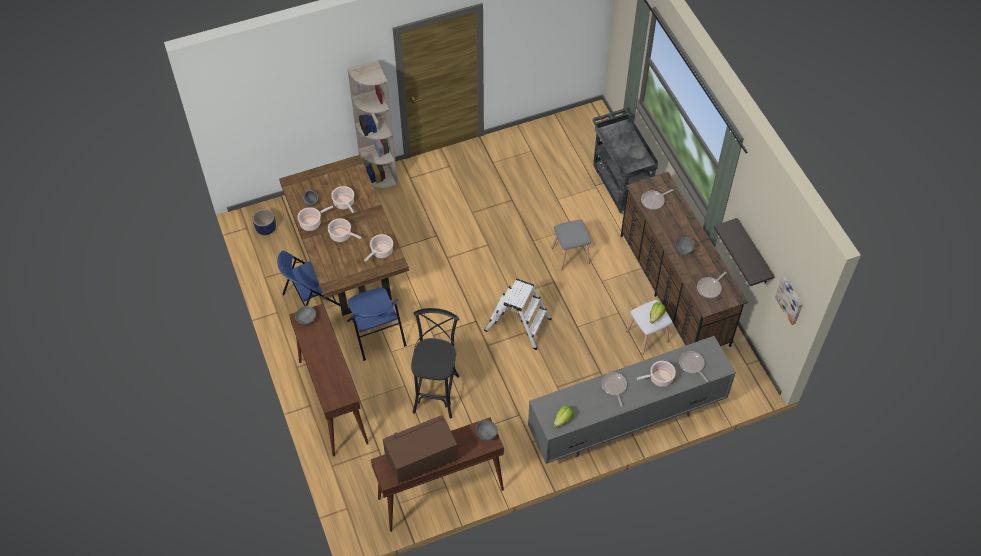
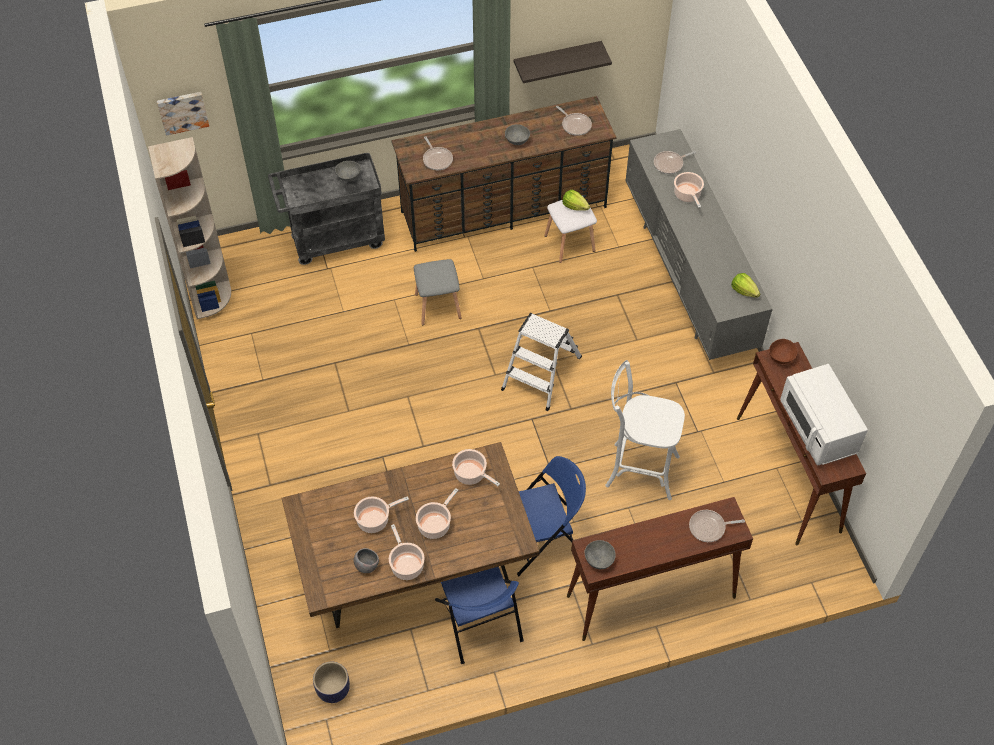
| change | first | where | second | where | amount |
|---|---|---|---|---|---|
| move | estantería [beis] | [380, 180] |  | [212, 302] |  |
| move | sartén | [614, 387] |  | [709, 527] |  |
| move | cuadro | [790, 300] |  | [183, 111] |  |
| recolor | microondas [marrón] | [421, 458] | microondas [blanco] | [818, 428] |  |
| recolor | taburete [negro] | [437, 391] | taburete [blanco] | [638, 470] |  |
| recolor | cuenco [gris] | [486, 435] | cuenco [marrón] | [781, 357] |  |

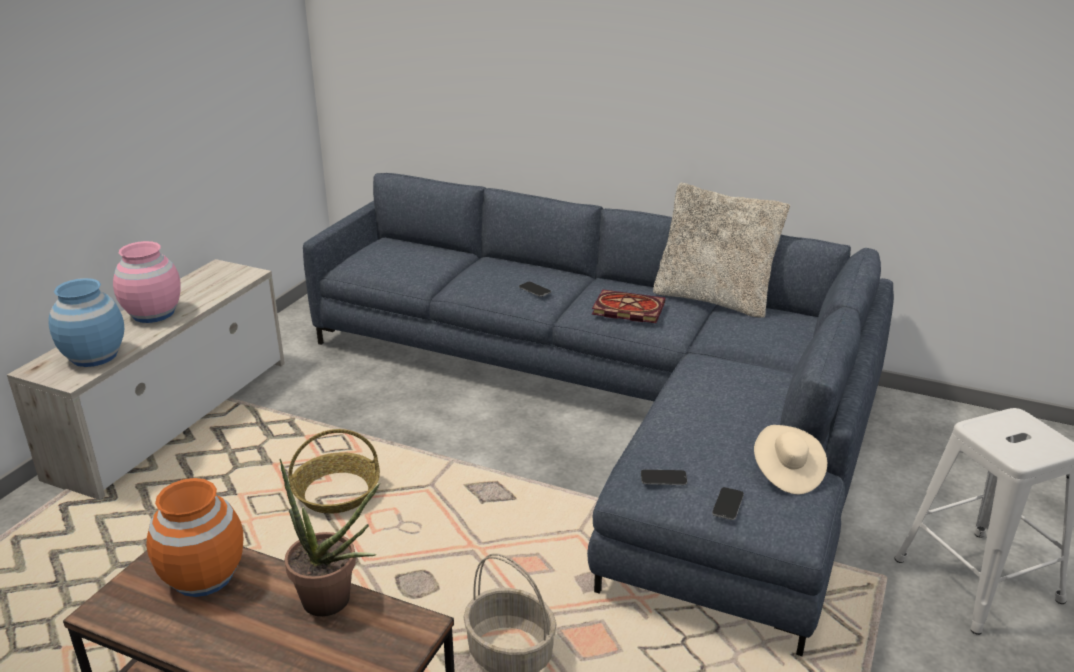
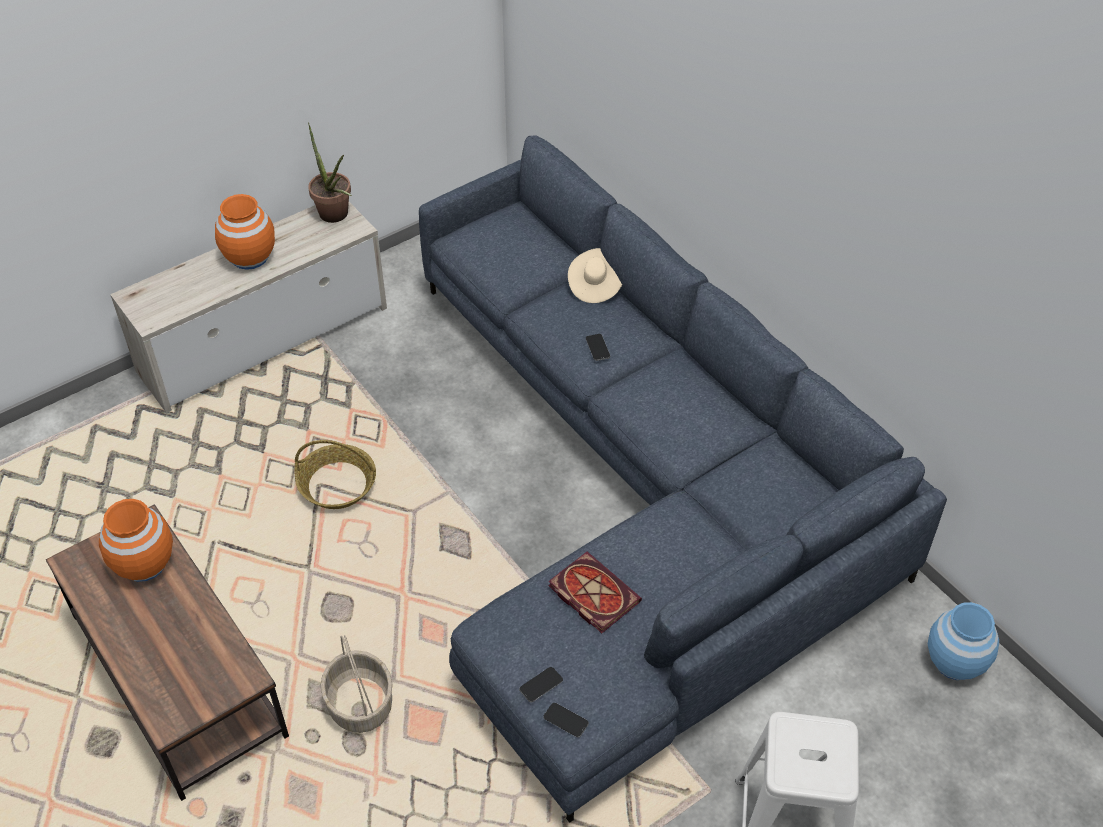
| change | first | where | second | where | amount |
|---|---|---|---|---|---|
| delete | cojín [beis] | [715, 296] |  |  |  |
| move | florero [azul] | [94, 356] |  | [955, 661] |  |
| move | planta en maceta | [335, 604] |  | [336, 217] |  |
| move | libro | [626, 309] |  | [591, 593] |  |
| move | móvil | [663, 478] |  | [566, 720] |  |
| move | sombrero [beis] | [786, 473] |  | [595, 285] |  |
| recolor | florero [rosa] | [153, 313] | florero [naranja] | [249, 257] |  |

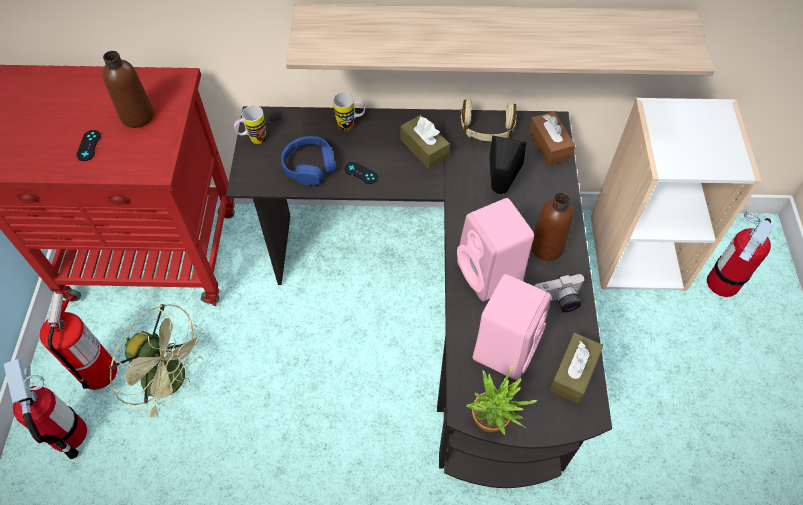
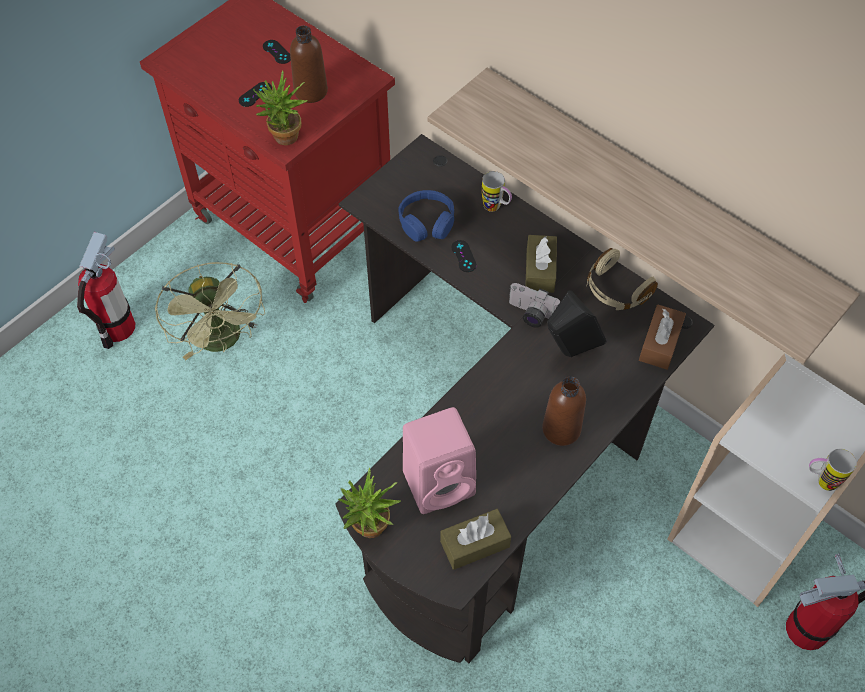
| change | first | where | second | where | amount |
|---|---|---|---|---|---|
| delete | extintor | [98, 372] |  |  |  |
| delete | altavoz [rosa] | [491, 275] |  |  |  |
| insert |  |  | planta en maceta | [285, 140] |  |
| insert |  |  | mando de consola [negro] | [277, 52] |  |
| move | taza grande | [253, 140] |  | [820, 481] |  |
| move | cámara | [557, 302] |  | [530, 314] |  |

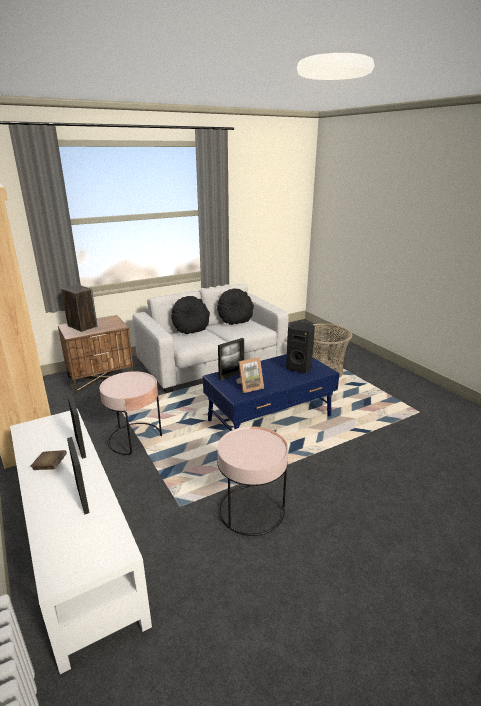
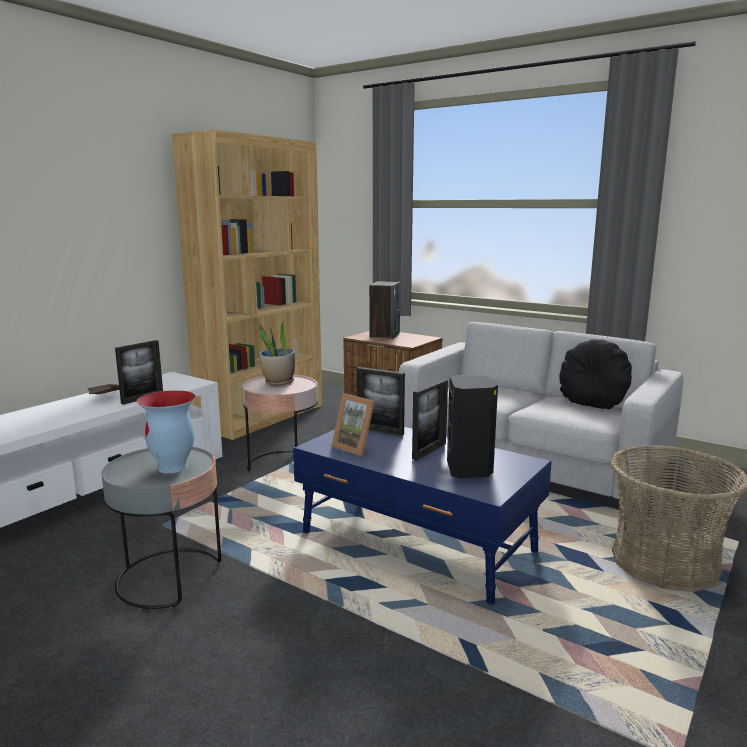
| change | first | where | second | where | amount |
|---|---|---|---|---|---|
| delete | cojín [negro] | [191, 331] |  |  |  |
| insert |  |  | florero | [173, 467] |  |
| insert |  |  | planta en maceta | [278, 382] |  |
| move | portarretratos | [82, 498] |  | [429, 451] |  |
| recolor | mesa auxiliar [rosa] | [251, 510] | mesa auxiliar [gris] | [170, 577] |  |

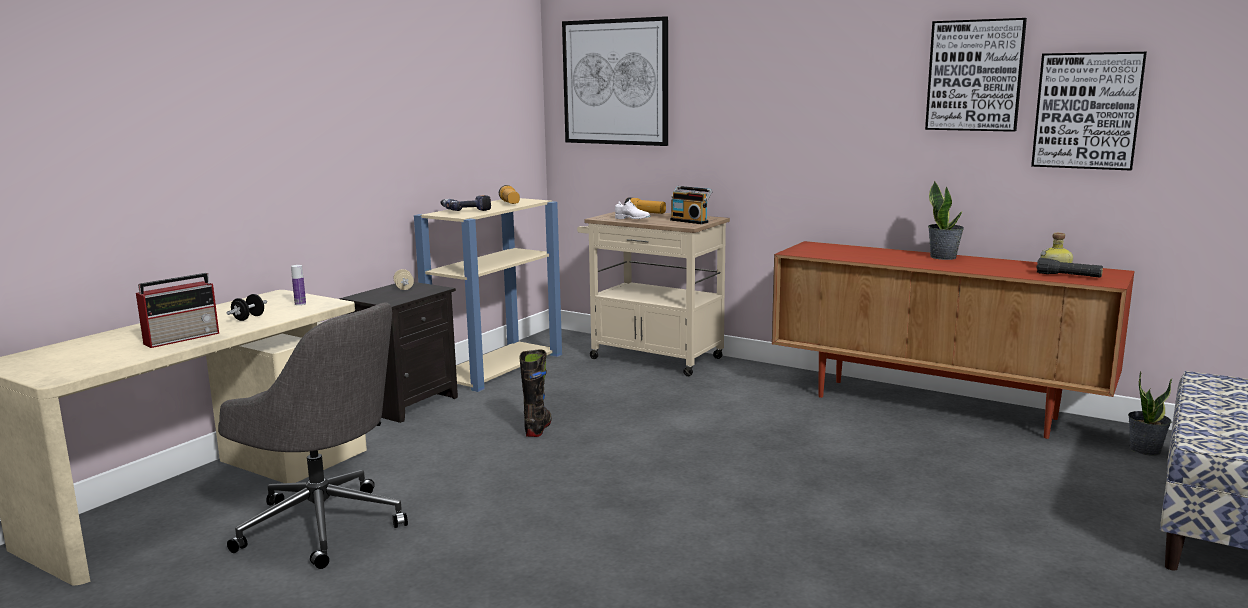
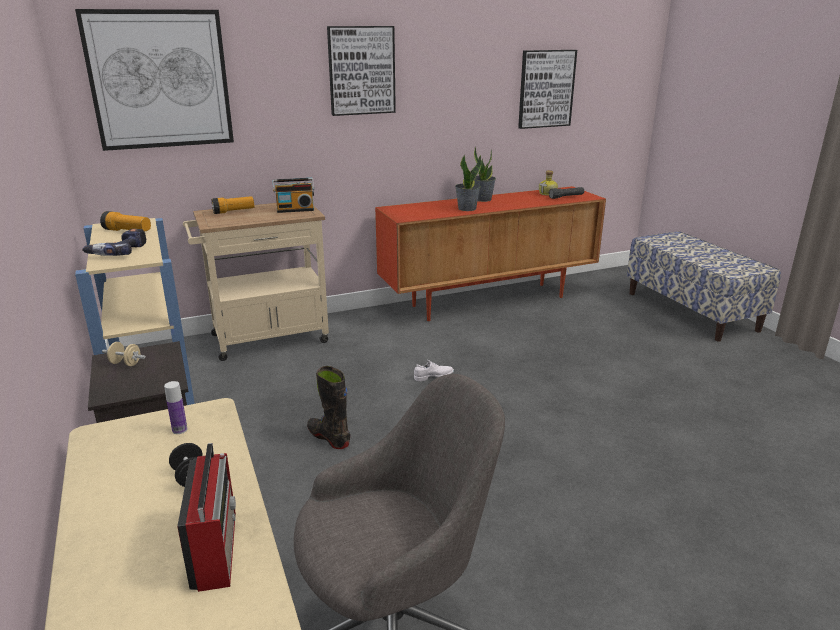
| change | first | where | second | where | amount |
|---|---|---|---|---|---|
| move | zapato [blanco] | [632, 219] |  | [433, 376] |  |
| move | cuadro | [974, 75] |  | [361, 70] |  |
| move | planta en maceta | [1145, 449] |  | [466, 208] |  |

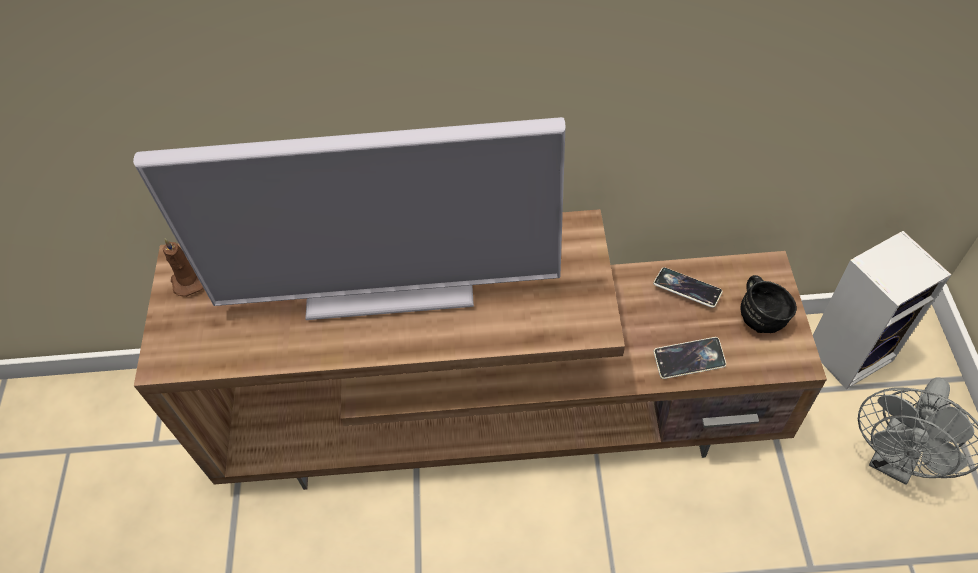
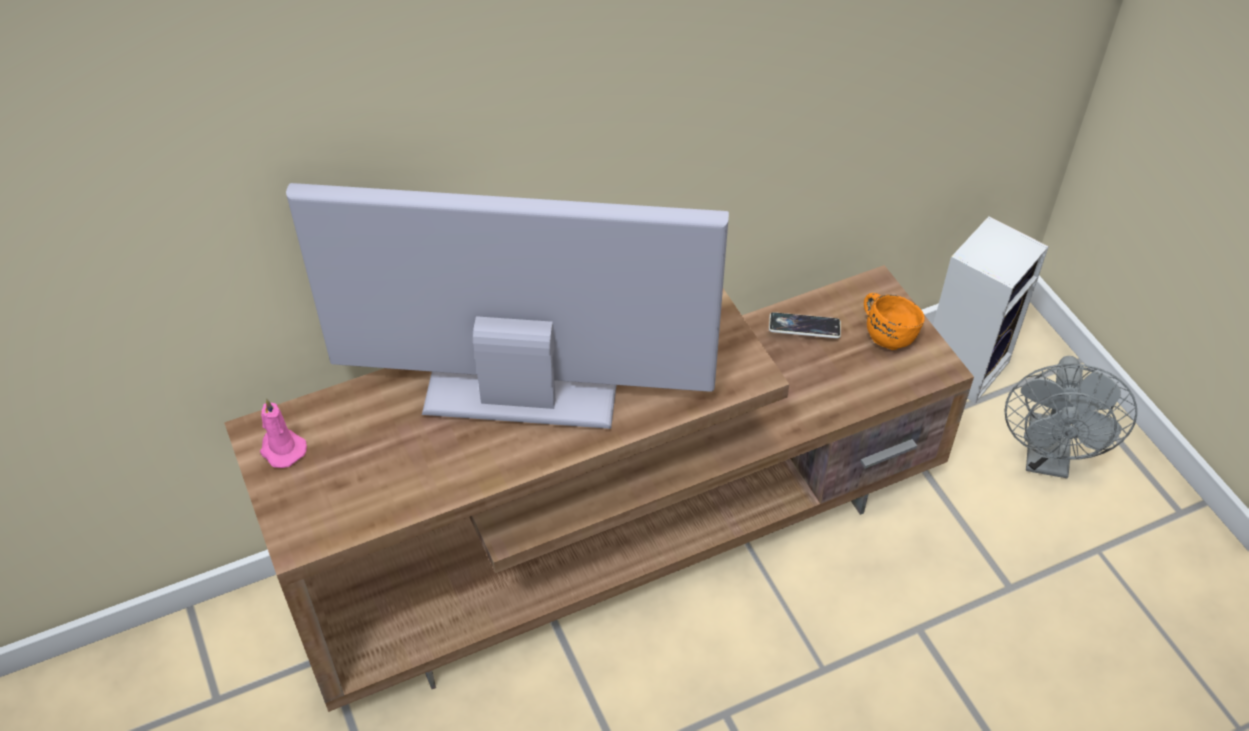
| change | first | where | second | where | amount |
|---|---|---|---|---|---|
| delete | móvil | [689, 360] |  |  |  |
| recolor | vela [marrón] | [189, 279] | vela [rosa] | [282, 449] |  |
| recolor | taza grande [negro] | [761, 314] | taza grande [naranja] | [887, 333] |  |
| rotate | televisor | [389, 288] |  | [520, 394] | 150 degrees counterclockwise |

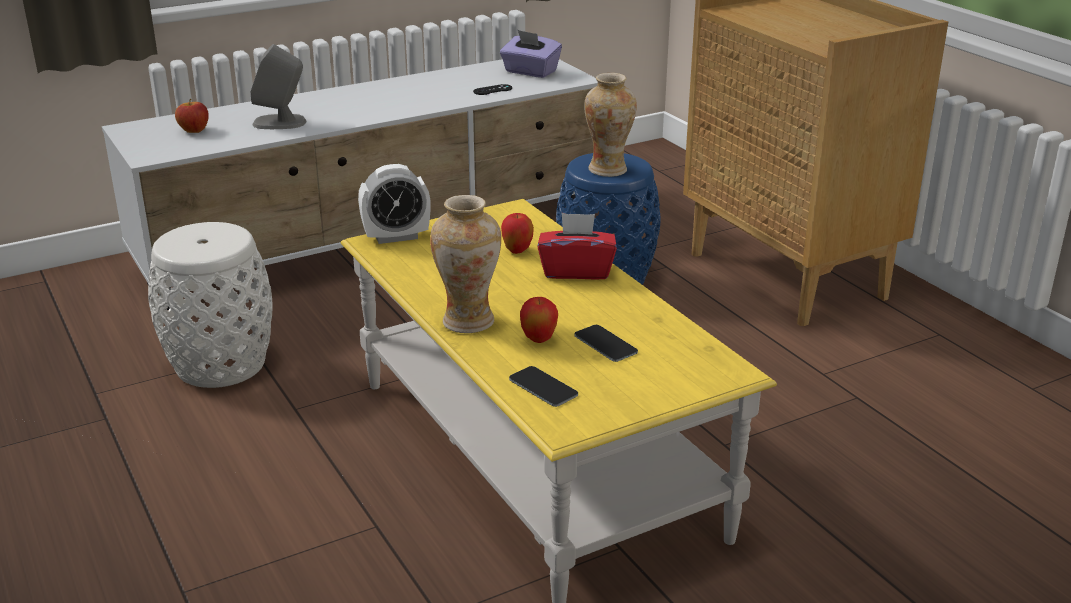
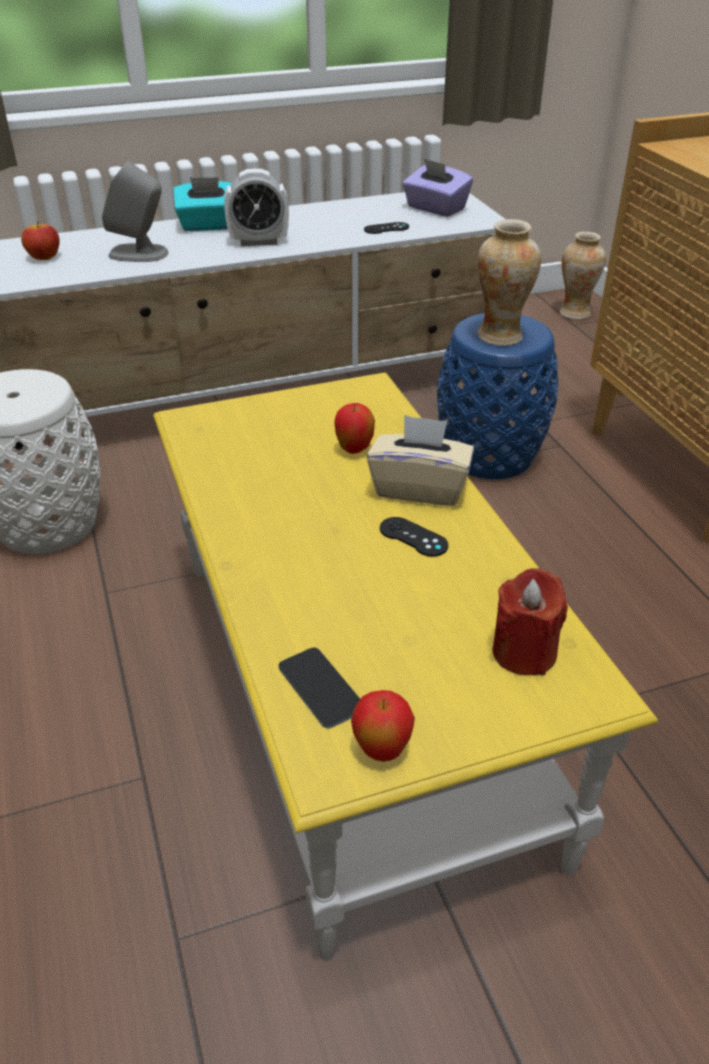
| change | first | where | second | where | amount |
|---|---|---|---|---|---|
| delete | móvil | [605, 344] |  |  |  |
| insert |  |  | caja de pañuelos [turquesa] | [209, 226] |  |
| insert |  |  | mando de consola [negro] | [413, 537] |  |
| insert |  |  | vela [rojo] | [524, 652] |  |
| move | despertador | [396, 237] |  | [258, 242] |  |
| move | florero | [468, 321] |  | [575, 313] |  |
| move | manzana | [539, 340] |  | [382, 750] |  |
| recolor | caja de pañuelos [rojo] | [576, 271] | caja de pañuelos [beis] | [419, 488] |  |

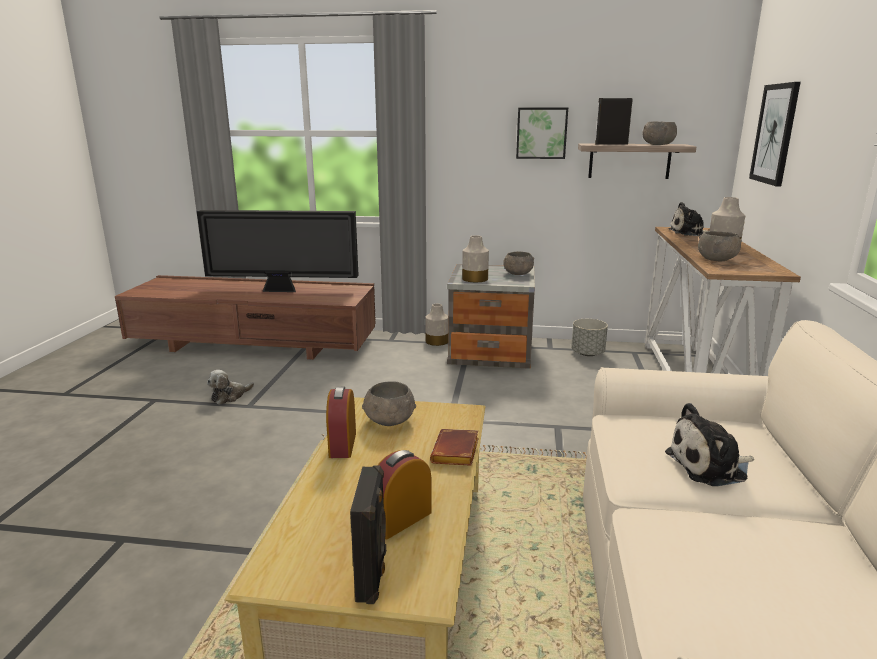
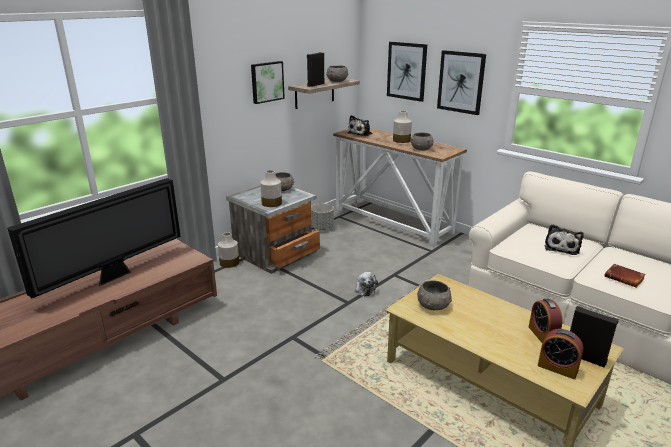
| change | first | where | second | where | amount |
|---|---|---|---|---|---|
| insert |  |  | cuadro | [461, 82] |  |
| move | peluche | [229, 396] |  | [364, 289] |  |
| move | despertador | [342, 444] |  | [557, 368] |  |
| move | libro [marrón] | [456, 453] |  | [625, 278] |  |

